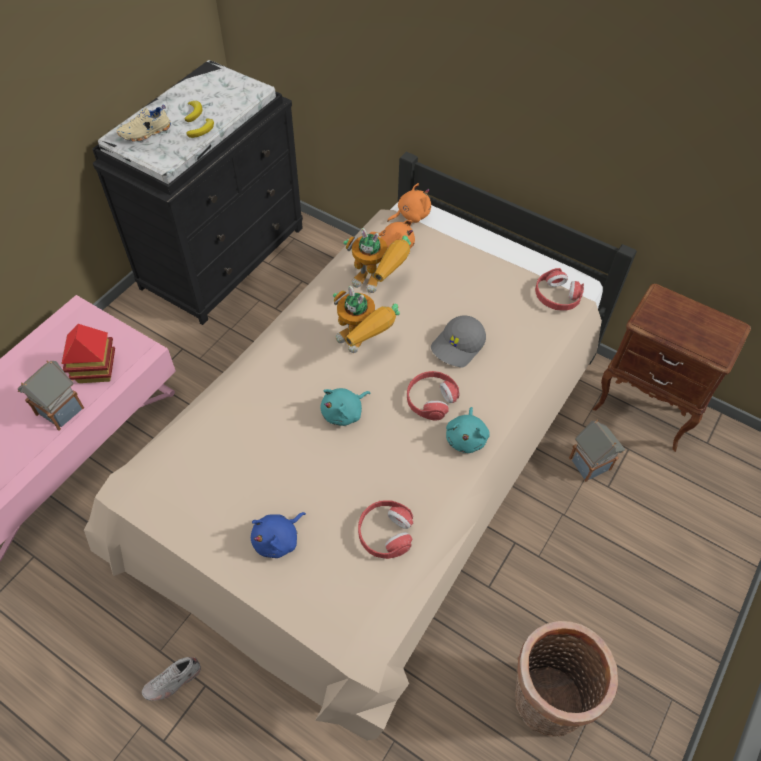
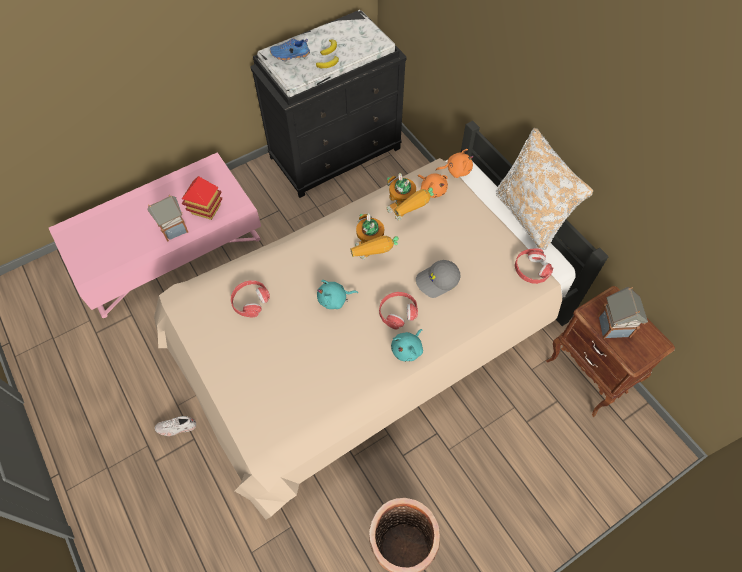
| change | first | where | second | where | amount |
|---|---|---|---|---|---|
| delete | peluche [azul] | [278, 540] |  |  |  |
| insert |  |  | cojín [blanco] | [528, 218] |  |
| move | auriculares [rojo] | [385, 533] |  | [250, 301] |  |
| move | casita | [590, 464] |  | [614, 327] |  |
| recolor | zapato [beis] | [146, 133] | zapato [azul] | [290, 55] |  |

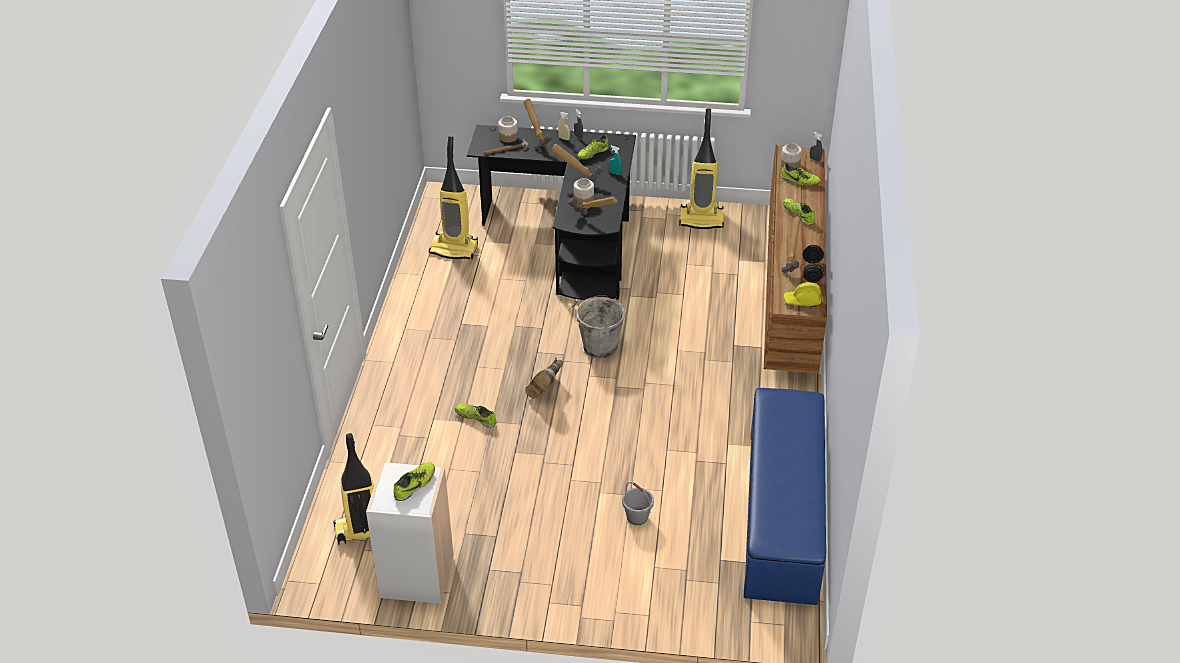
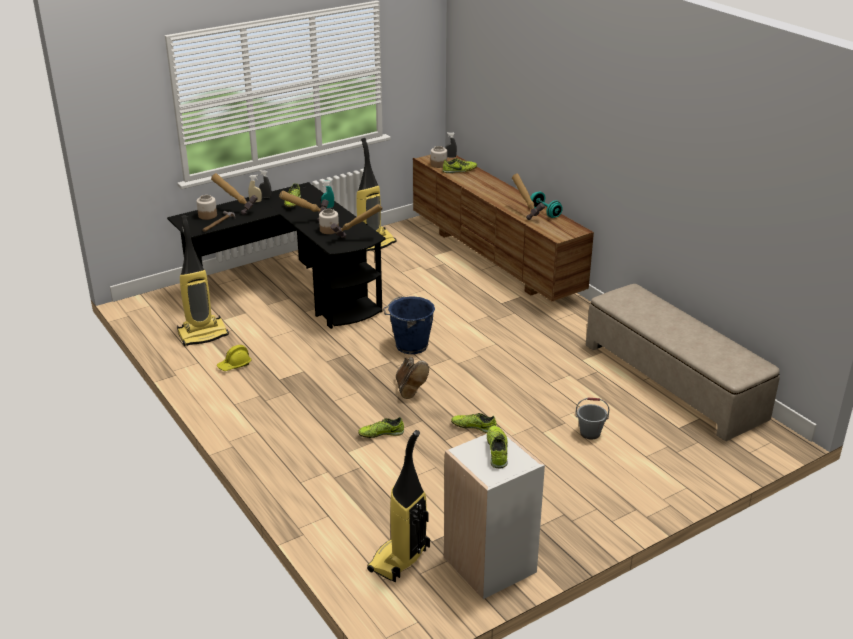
| change | first | where | second | where | amount |
|---|---|---|---|---|---|
| move | zapato | [798, 214] |  | [473, 427] |  |
| move | casco [amarillo] | [802, 301] |  | [234, 365] |  |
| recolor | cubo [gris] | [598, 347] | cubo [azul] | [410, 346] |  |
| recolor | banco [azul] | [783, 513] | banco [beis] | [674, 381] |  |
| recolor | mancuerna [negro] | [812, 271] | mancuerna [turquesa] | [545, 212] |  |

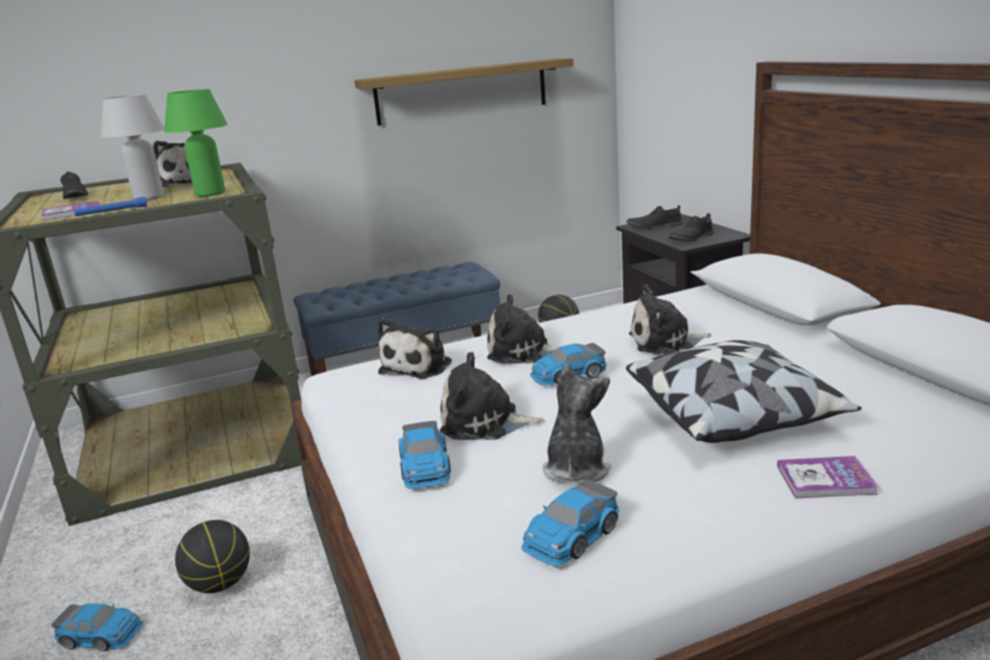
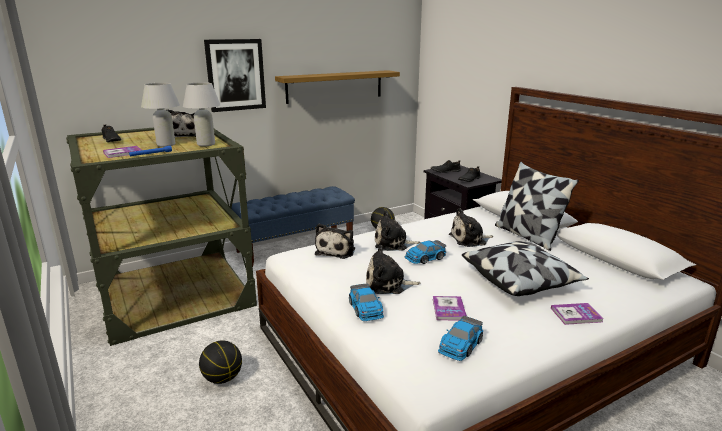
| change | first | where | second | where | amount |
|---|---|---|---|---|---|
| delete | coche de juguete | [101, 636] |  |  |  |
| insert |  |  | cuadro | [235, 75] |  |
| insert |  |  | cojín | [527, 236] |  |
| replace | peluche | [576, 468] | libro | [448, 309] |  |
| recolor | lámpara de mesa [verde] | [210, 193] | lámpara de mesa [blanco] | [206, 144] |  |

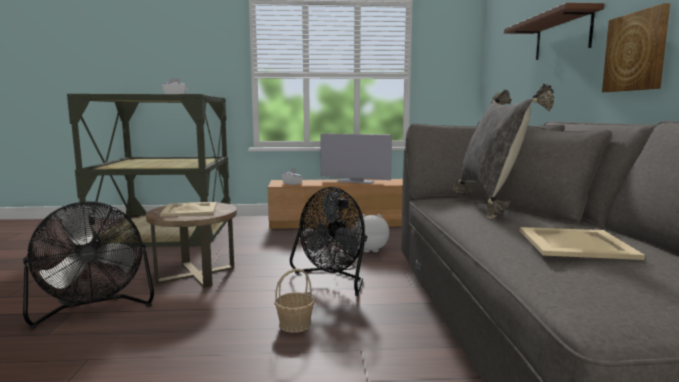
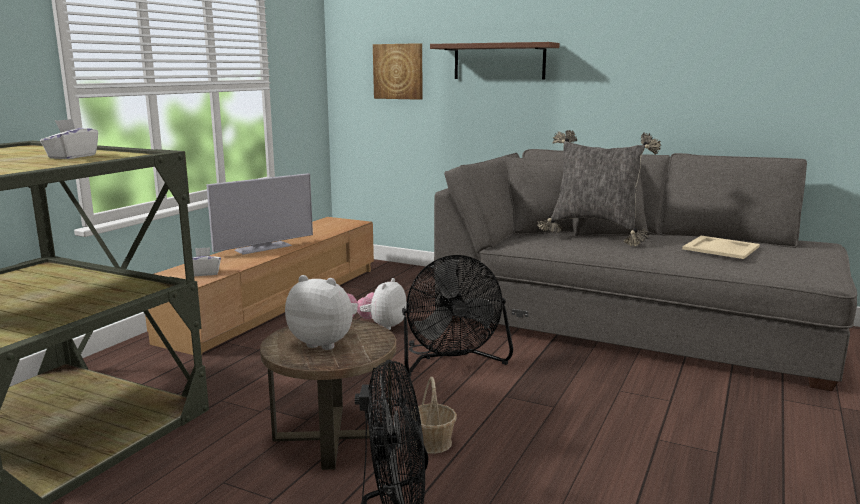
| change | first | where | second | where | amount |
|---|---|---|---|---|---|
| move | cesta | [295, 324] |  | [432, 443] |  |
| move | cuadro | [636, 52] |  | [398, 71] |  |
| replace | bandeja [beis] | [189, 209] | peluche | [325, 343] |  |

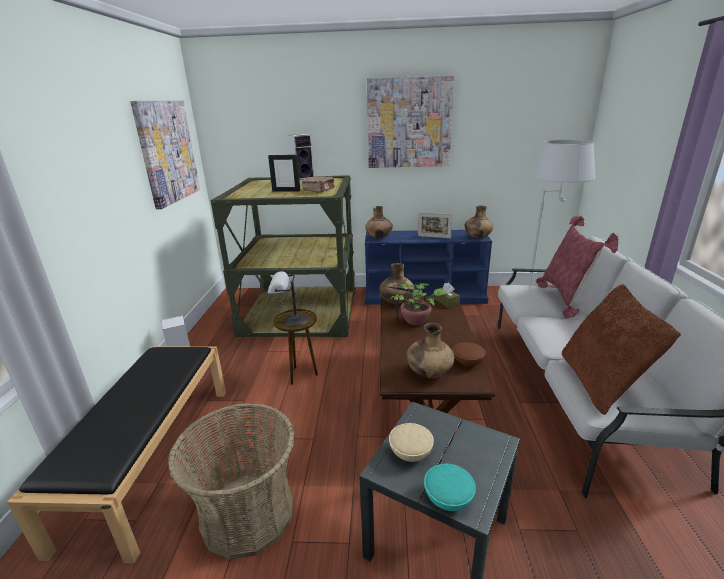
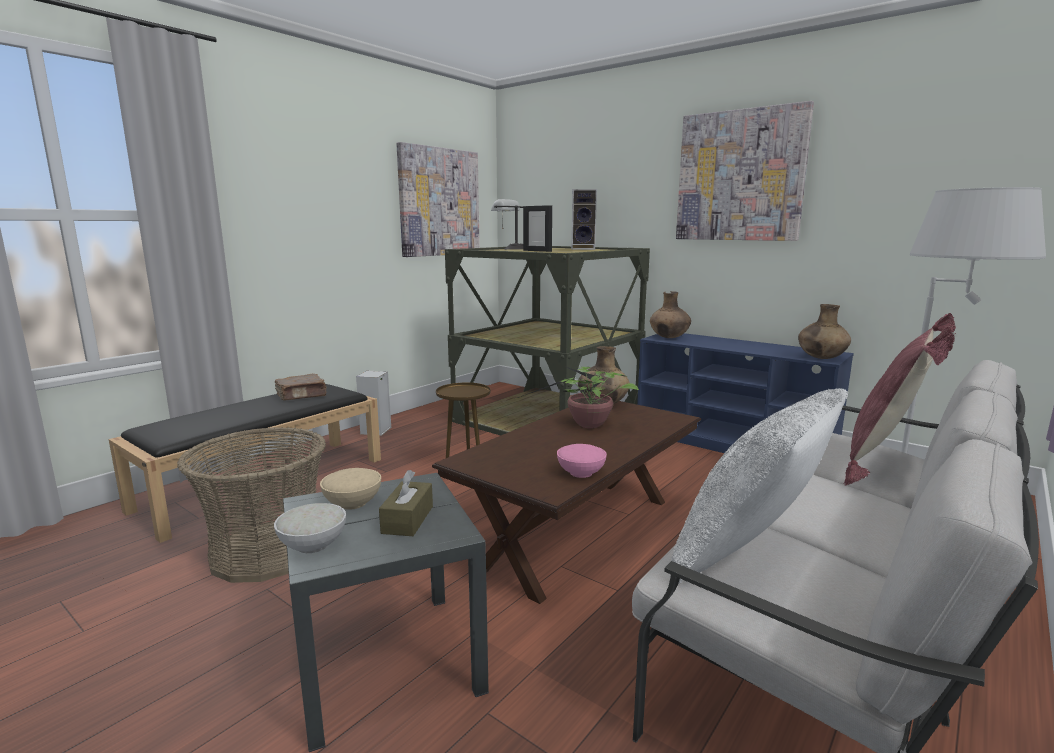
| change | first | where | second | where | amount |
|---|---|---|---|---|---|
| delete | florero [marrón] | [428, 373] |  |  |  |
| delete | portarretratos | [434, 237] |  |  |  |
| move | lámpara de mesa | [290, 320] |  | [511, 249] |  |
| move | libro [marrón] | [319, 190] |  | [302, 396] |  |
| move | caja de pañuelos [marrón] | [446, 302] |  | [407, 519] |  |
| recolor | cuenco [turquesa] | [447, 498] | cuenco [blanco] | [312, 544] |  |
| recolor | cuenco [marrón] | [468, 362] | cuenco [rosa] | [581, 473] |  |
| recolor | cojín [marrón] | [601, 382] | cojín [blanco] | [750, 556] |  |

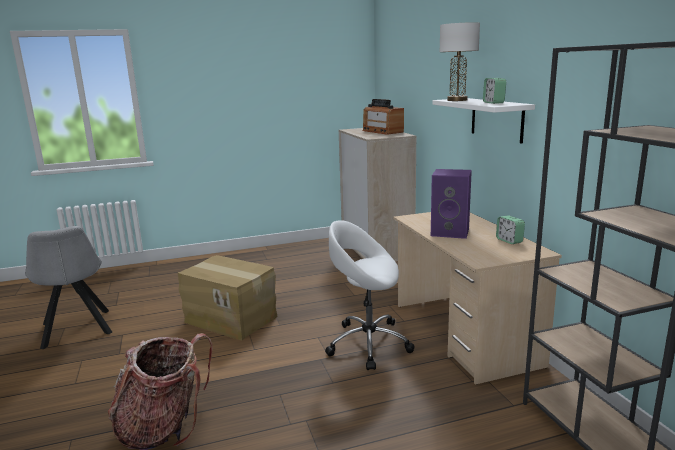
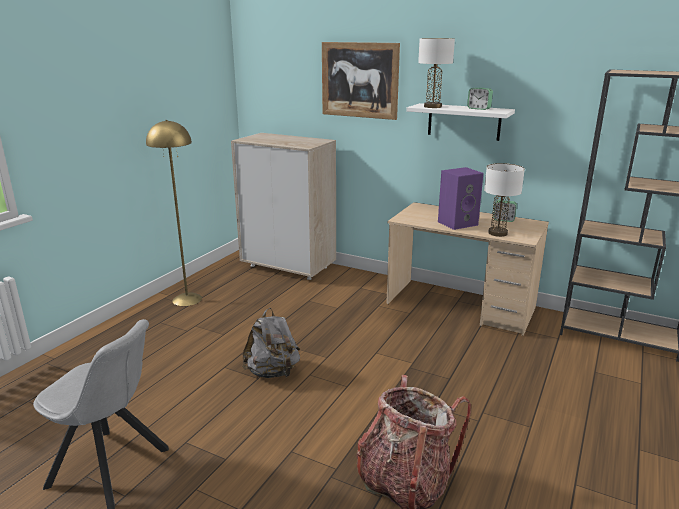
| change | first | where | second | where | amount |
|---|---|---|---|---|---|
| delete | silla de oficina [blanco] | [367, 343] |  |  |  |
| delete | radio | [382, 131] |  |  |  |
| insert |  |  | lámpara de pie [amarillo] | [187, 299] |  |
| insert |  |  | cuadro | [359, 80] |  |
| insert |  |  | lámpara de mesa | [497, 233] |  |
| replace | caja de cartón | [231, 319] | mochila [gris] | [273, 372] |  |

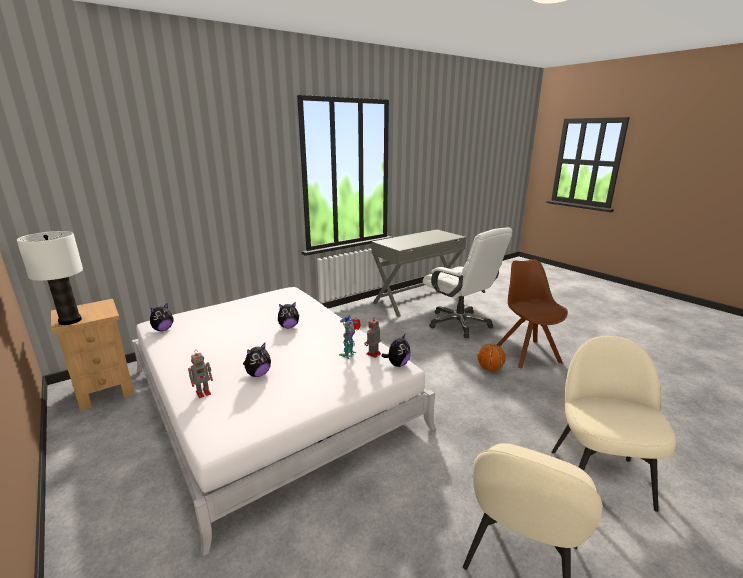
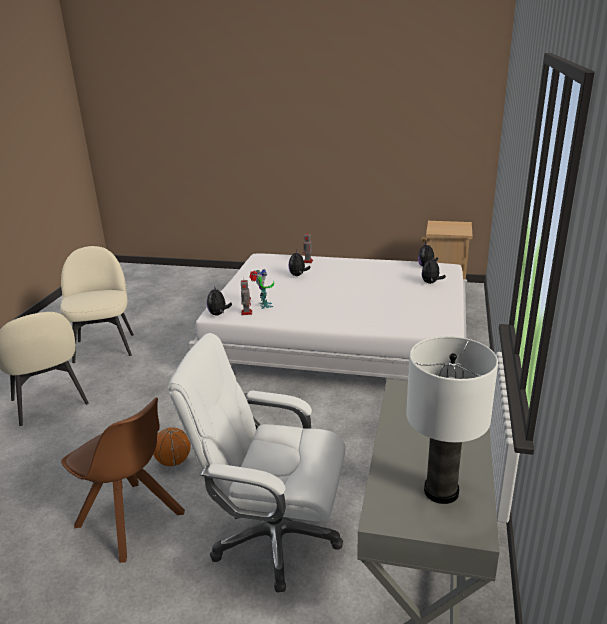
| change | first | where | second | where | amount |
|---|---|---|---|---|---|
| move | lámpara de mesa [blanco] | [70, 321] |  | [440, 491] |  |
| move | peluche | [289, 326] |  | [431, 283] |  |

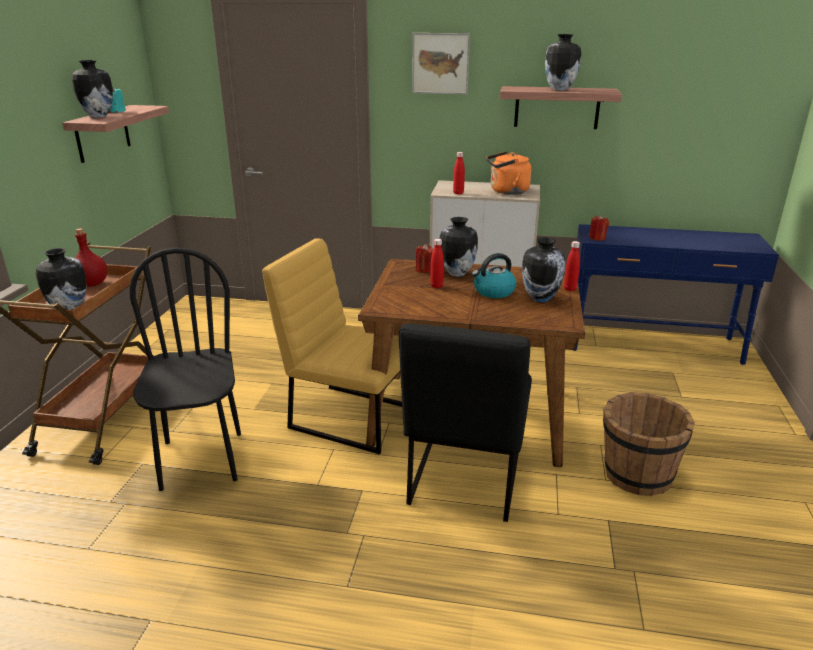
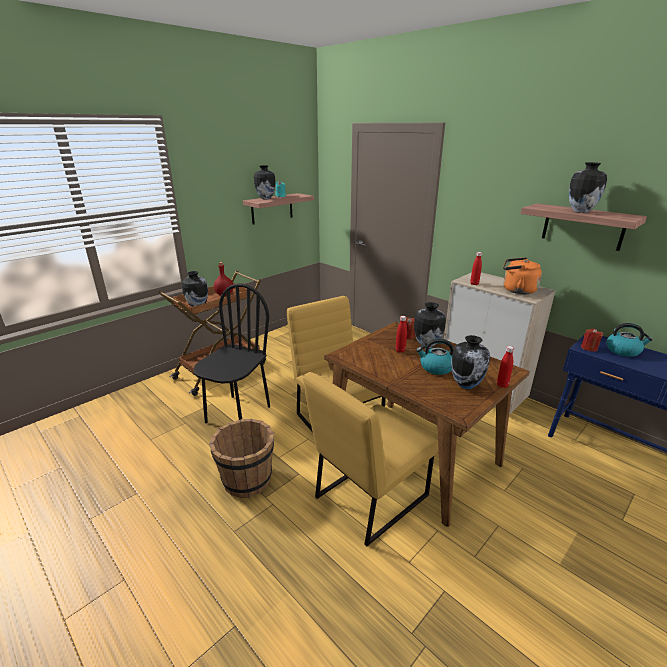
| change | first | where | second | where | amount |
|---|---|---|---|---|---|
| delete | cuadro | [440, 63] |  |  |  |
| insert |  |  | hervidor | [623, 350] |  |
| move | cubo [marrón] | [636, 475] |  | [247, 479] |  |
| recolor | silla [negro] | [464, 477] | silla [amarillo] | [369, 497] |  |

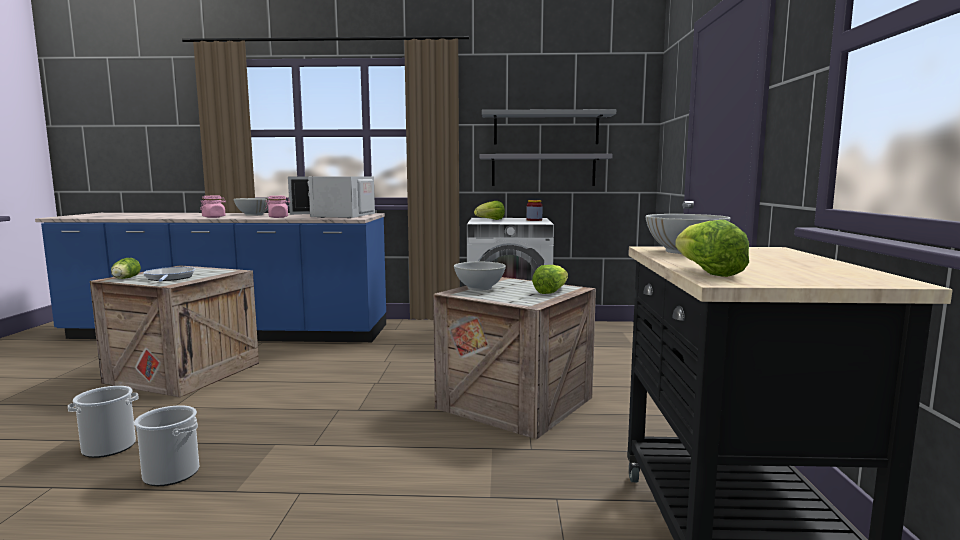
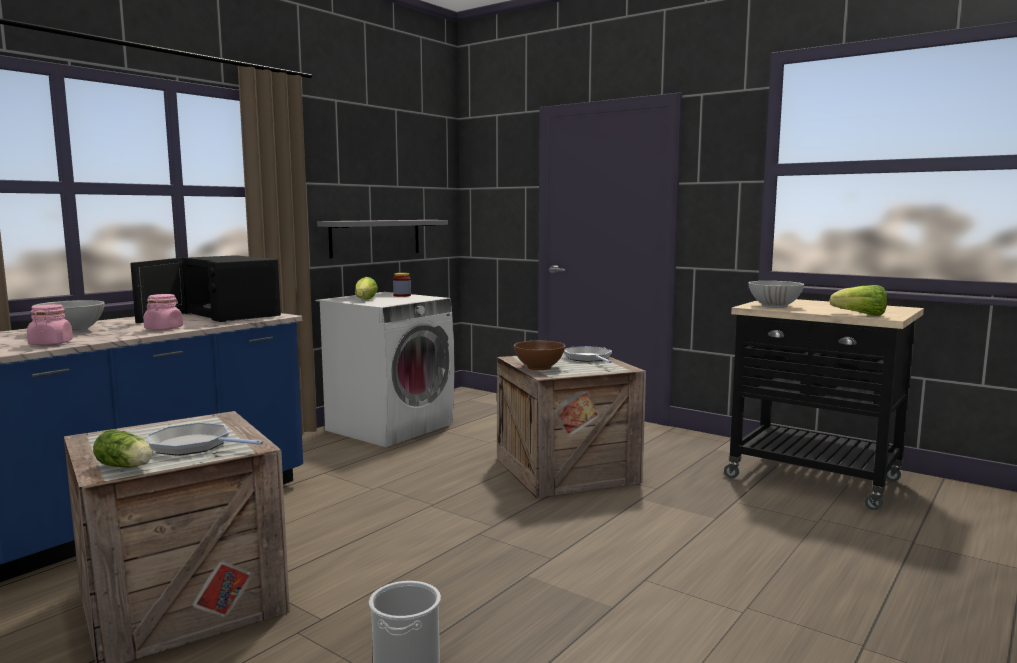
| change | first | where | second | where | amount |
|---|---|---|---|---|---|
| delete | cubo | [171, 474] |  |  |  |
| delete | estante [gris] | [546, 128] |  |  |  |
| replace | lechuga | [550, 291] | sartén | [588, 358] |  |
| recolor | microondas [blanco] | [342, 216] | microondas [negro] | [225, 315] |  |
| recolor | cuenco [blanco] | [479, 288] | cuenco [marrón] | [539, 367] |  |

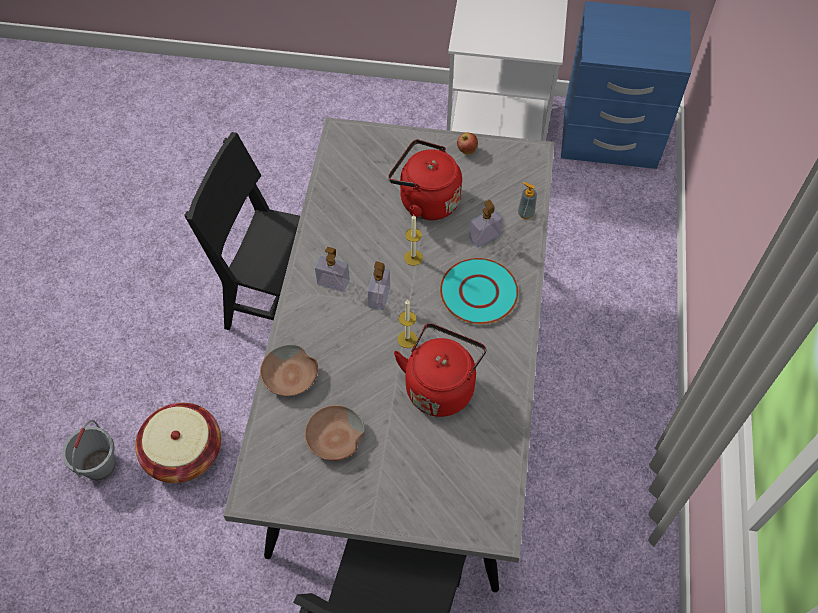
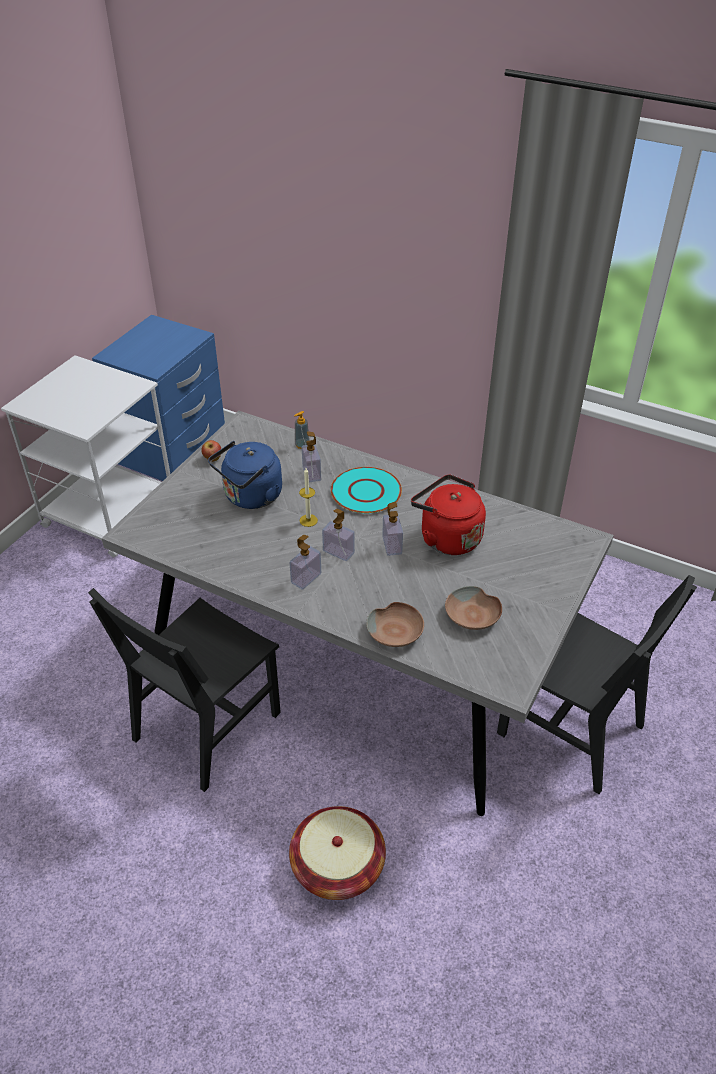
| change | first | where | second | where | amount |
|---|---|---|---|---|---|
| delete | cubo [gris] | [99, 465] |  |  |  |
| replace | vela | [407, 339] | dispensador de jabón | [392, 545] |  |
| recolor | hervidor [rojo] | [425, 200] | hervidor [azul] | [250, 497] |  |

